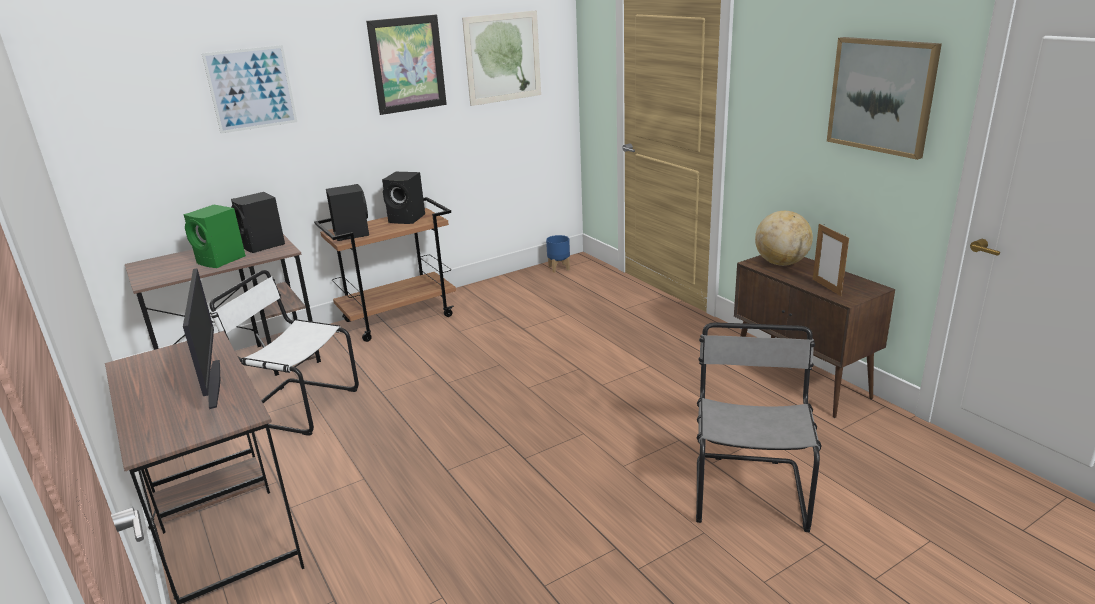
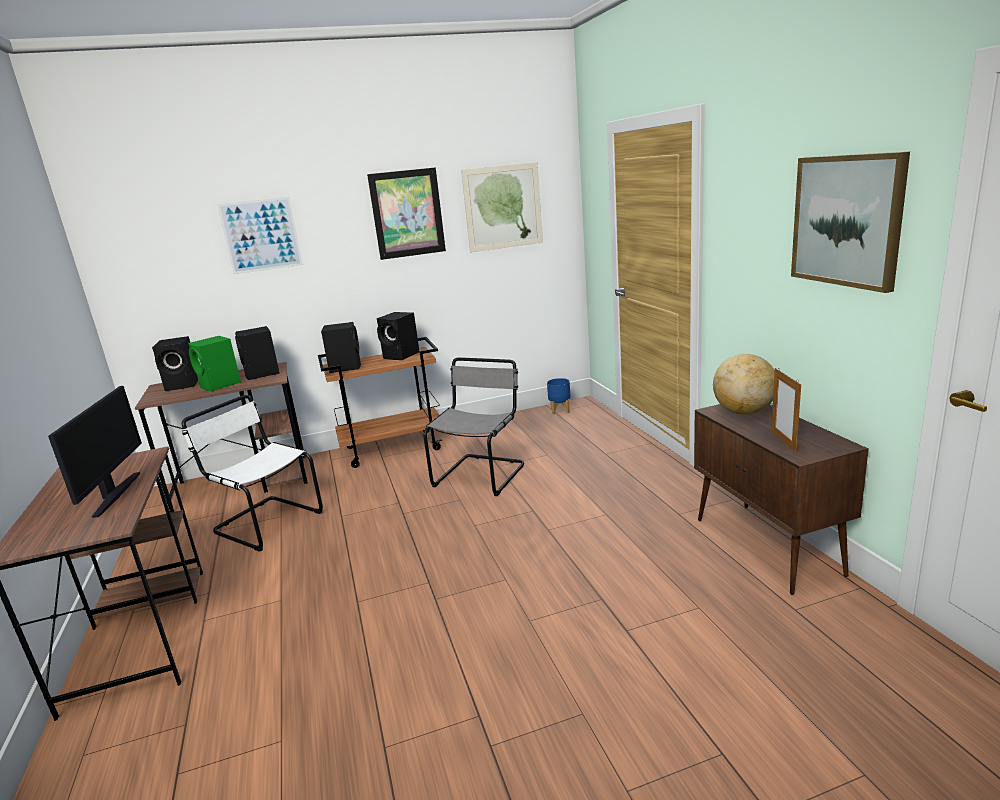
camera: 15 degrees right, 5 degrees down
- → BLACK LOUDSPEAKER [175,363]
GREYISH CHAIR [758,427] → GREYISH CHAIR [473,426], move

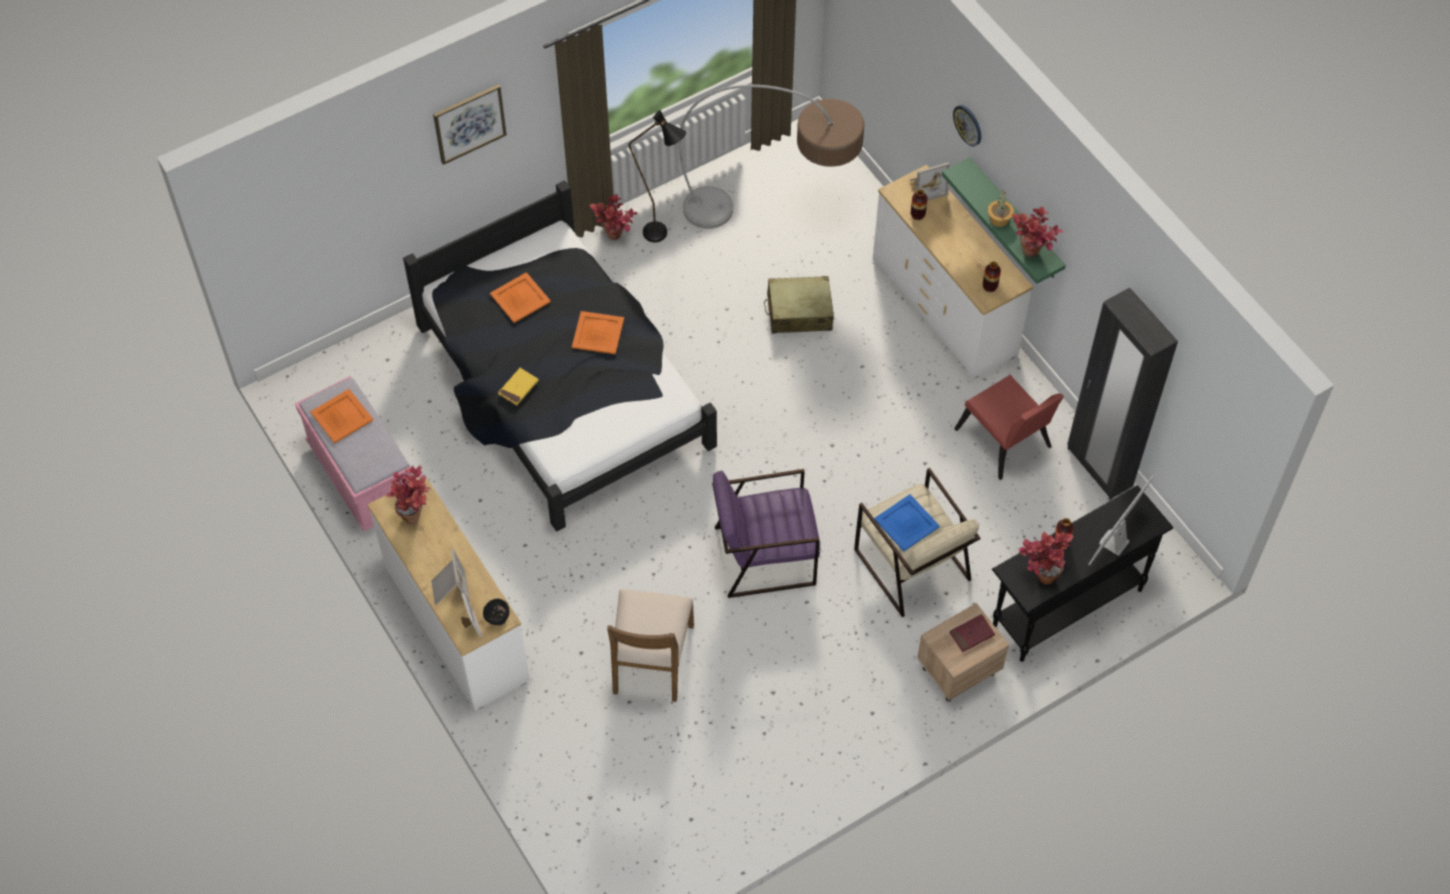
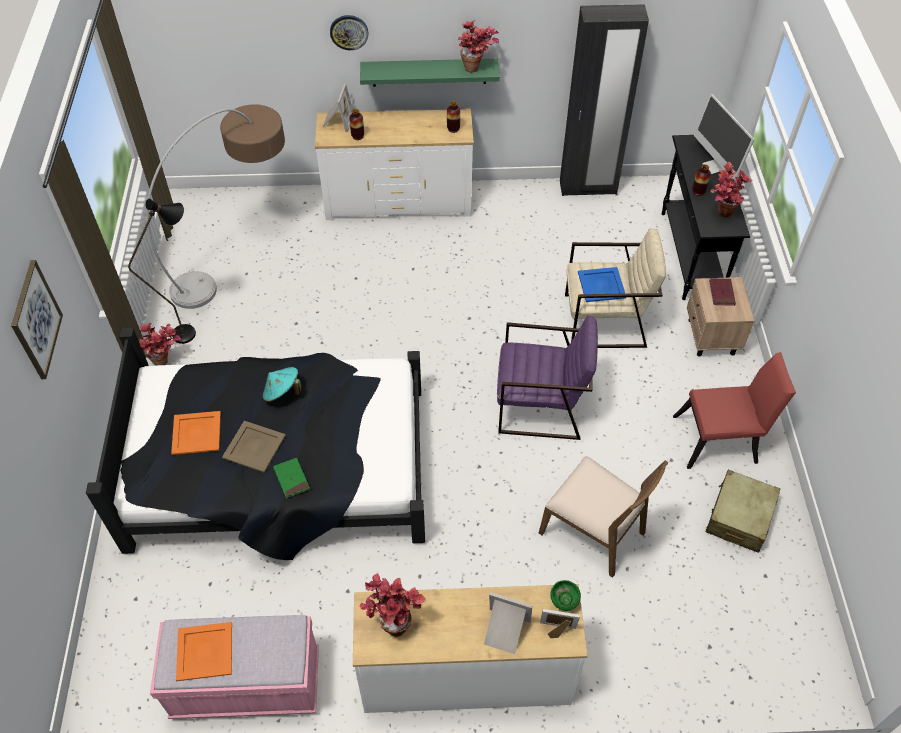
camera: 60 degrees left, 5 degrees down
HOUSEPLANT [1001,208] → -
- → SAND-COLOURED SERVING TRAY [254,447]
SAND-COLOURED SUITCASE [799,304] → SAND-COLOURED SUITCASE [743,511], move
REDDISH CHAIR [1009,427] → REDDISH CHAIR [734,410], move
ORANGE SERVING TRAY [598,332] → TURQUOISE CLOTHING HAT [282,384]
BLACK DEEP DISH [496,612] → GREEN-COLOURED DEEP DISH [565,595]
YELLOWISH VOLUME [518,386] → GREEN-COLOURED VOLUME [291,478]
PURPLE-COLOURED ARMCHAIR [766,533] → PURPLE-COLOURED ARMCHAIR [547,377], 105 degrees counterclockwise

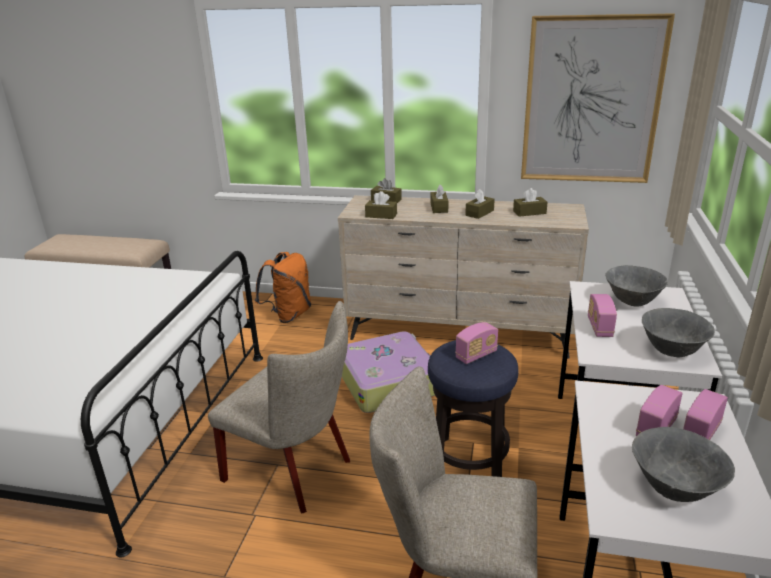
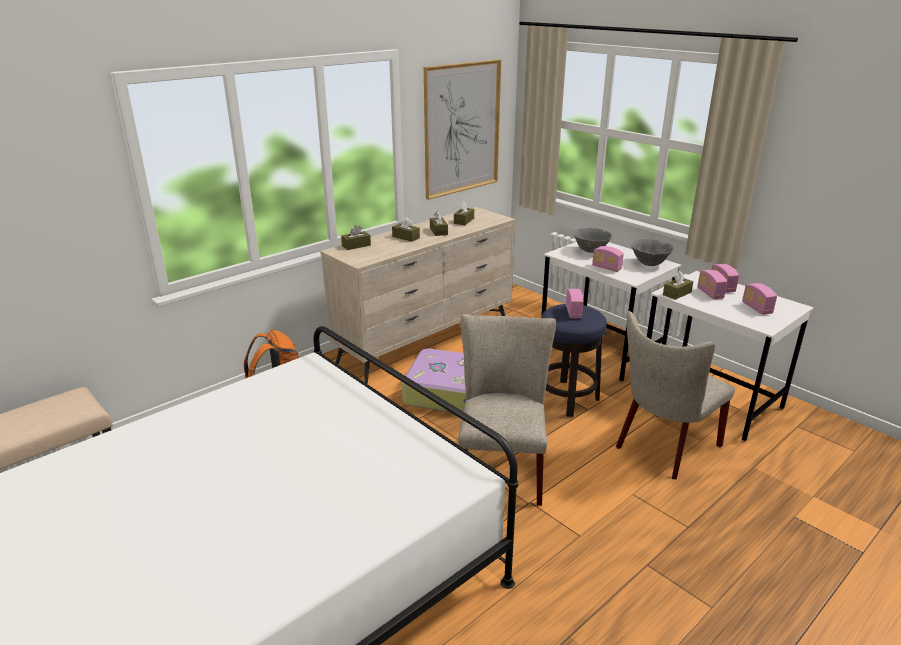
camera: 55 degrees left, 0 degrees up
BROWN-COLOURED BOX OF TISSUES [381,205] → BROWN-COLOURED BOX OF TISSUES [678,285], move
GREYISH DEEP DISH [683,464] → RADIO [759,299]
SAND-COLOURED CHAIR [279,407] → SAND-COLOURED CHAIR [507,410], 60 degrees counterclockwise

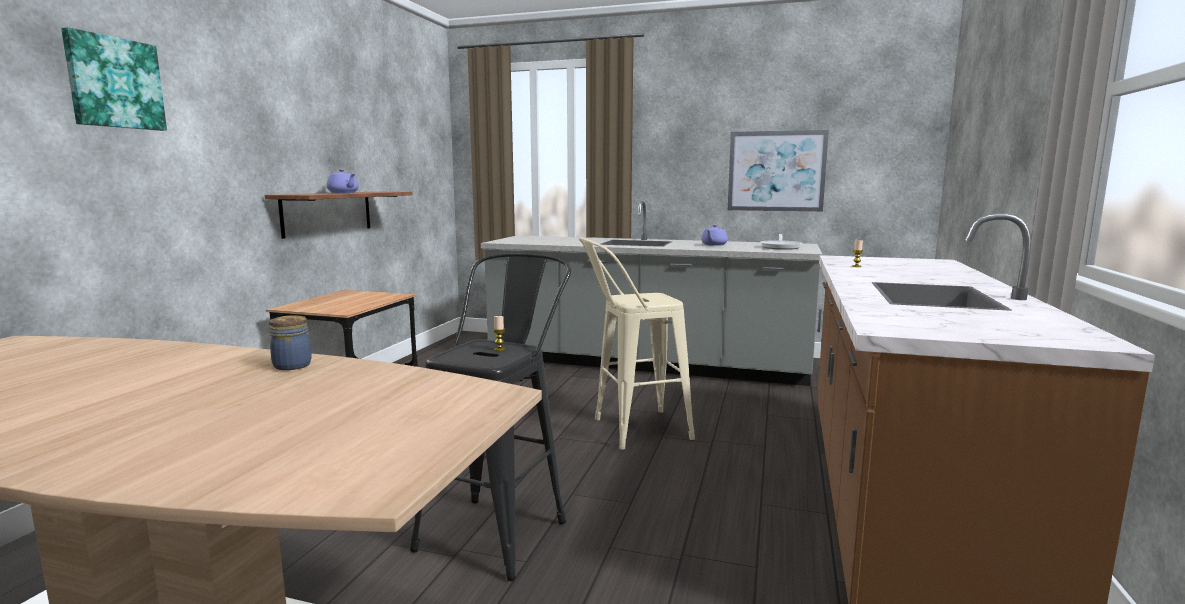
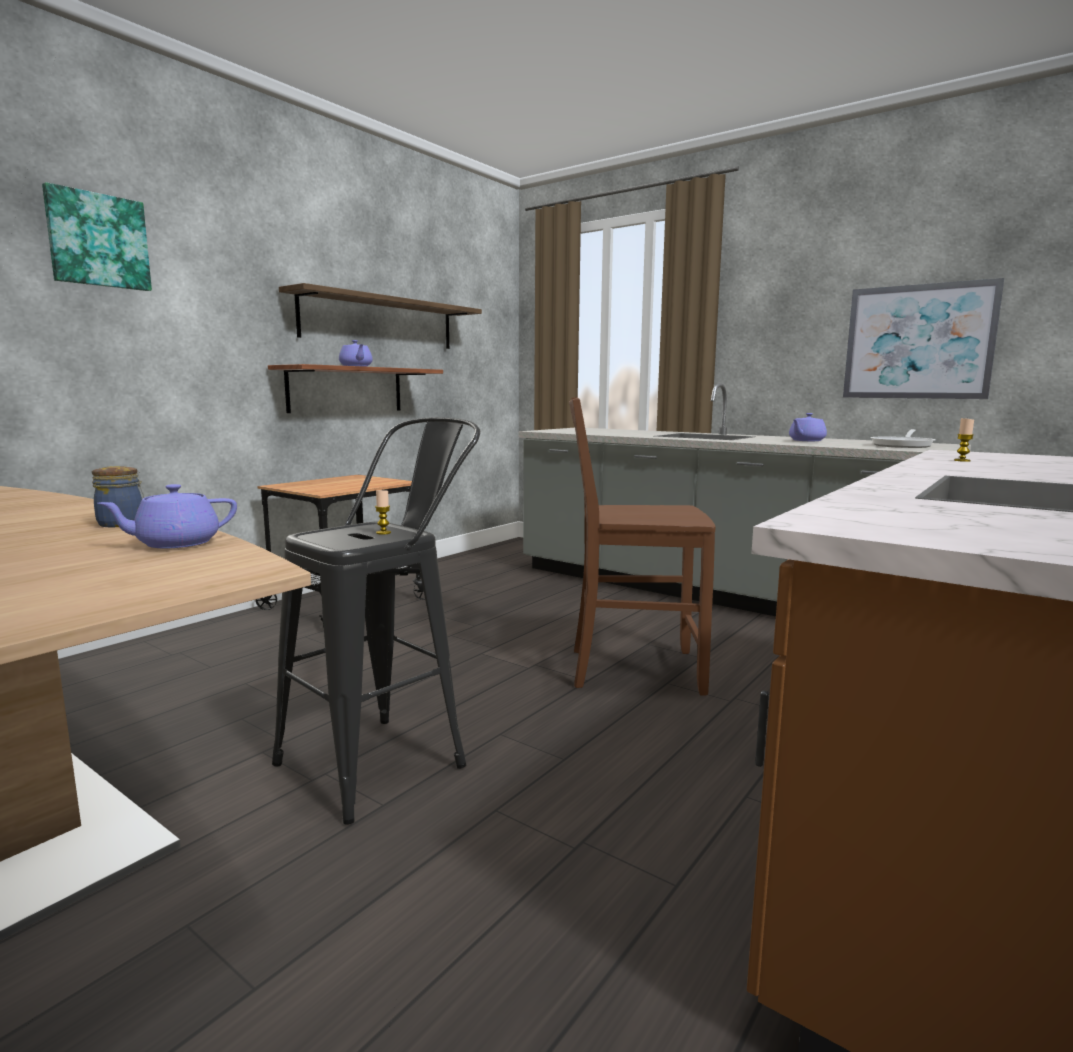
camera: 20 degrees right, 0 degrees up
- → PURPLE-COLOURED POT FOR TEA [167,516]
- → BRACKET SHELF [380,316]
SAND-COLOURED SITTING STOOL [637,343] → BROWN-COLOURED CHAIR [642,546]

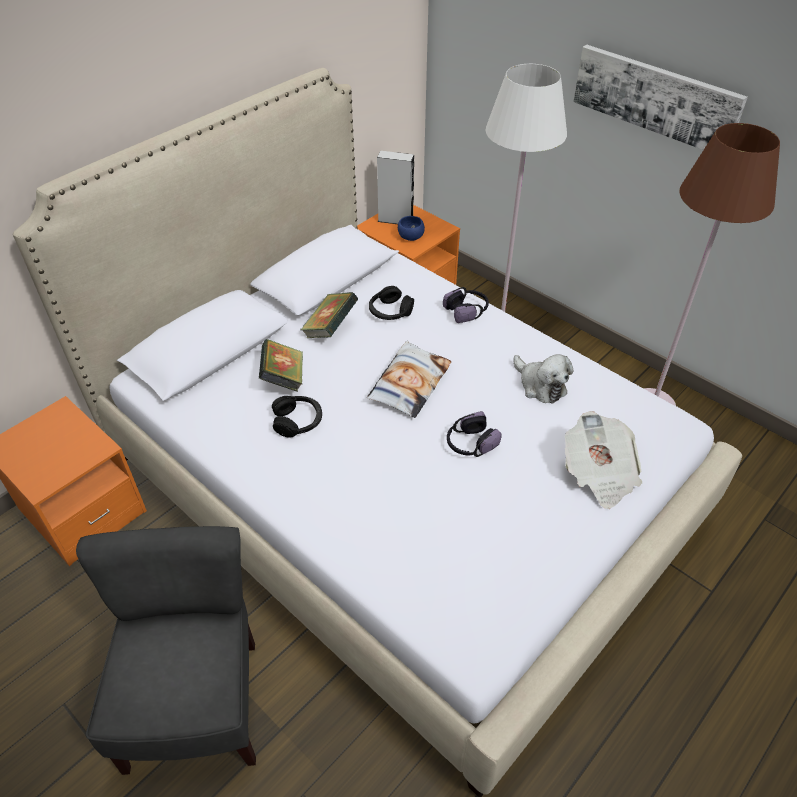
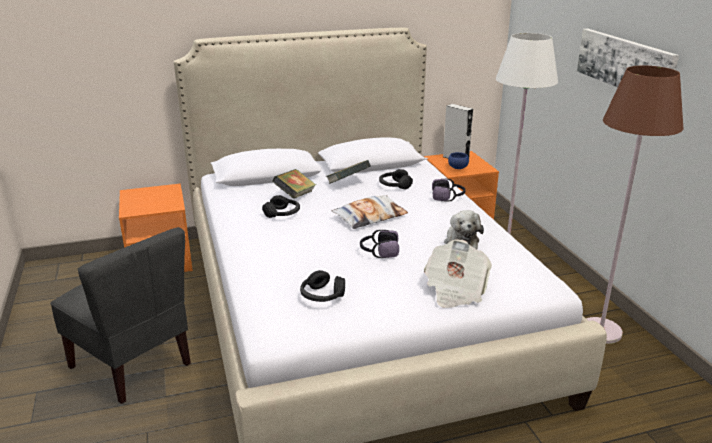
camera: 30 degrees right, 20 degrees down
- → BLACK HEADSET [322,286]
GREYISH CHAIR [166,650] → GREYISH CHAIR [120,315], 105 degrees clockwise

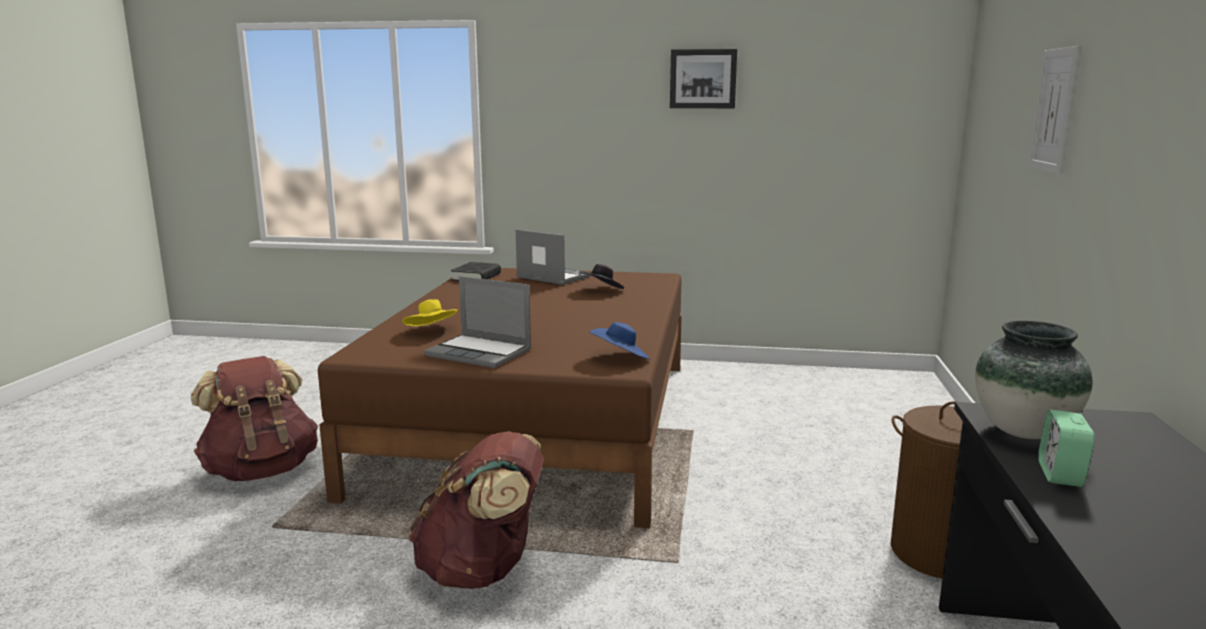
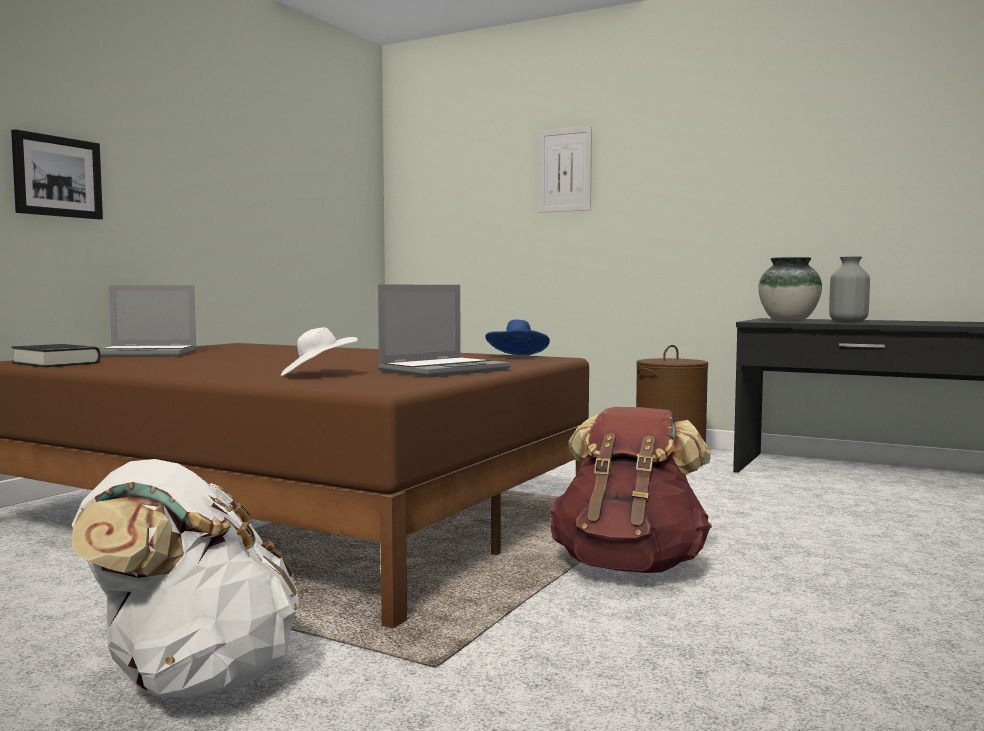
camera: 70 degrees left, 10 degrees down
BLACK CLOTHING HAT [601,276] → -
PICTURE [703,78] → PICTURE [57,174], move
TABLE CLOCK [1066,448] → GREYISH FLOWER VASE [849,289]
BROWN-COLOURED KNAPSACK [254,418] → WHITE-COLOURED KNAPSACK [185,580]
YELLOWISH CLOTHING HAT [430,312] → WHITE-COLOURED CLOTHING HAT [319,351]
PORTABLE COMPUTER [553,257] → PORTABLE COMPUTER [148,321], 150 degrees counterclockwise

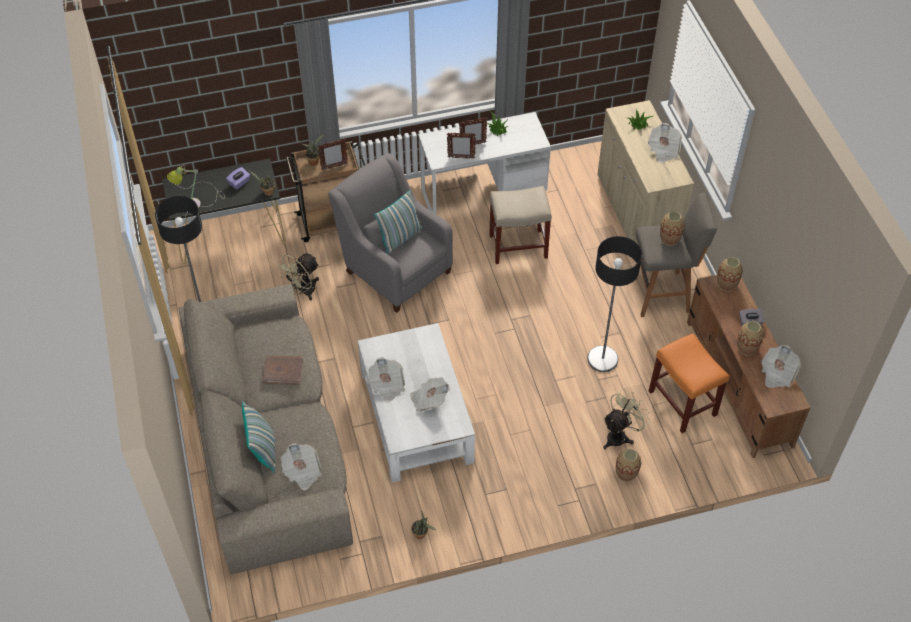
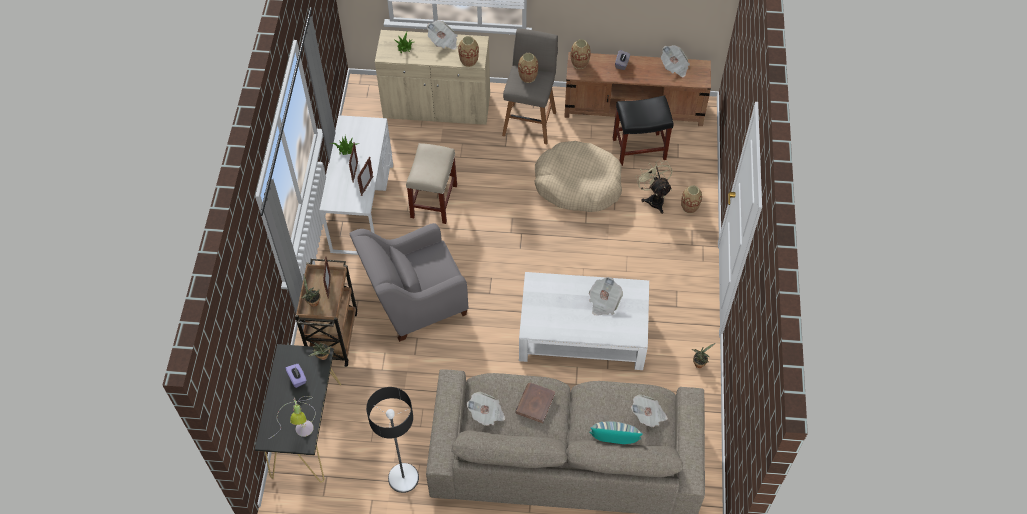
camera: 70 degrees left, 5 degrees up
SAND-COLOURED COOLING FAN [297,276] → -
THROW PILLOW [398,222] → -
DAILY PAPER [386,380] → DAILY PAPER [486,409], move
FLOWER VASE [750,338] → FLOWER VASE [468,51], move
STANDARD LAMP [614,304] → SAND-COLOURED DOG CUSHION [578,176]
ORANGE SITTING STOOL [689,383] → BLACK SITTING STOOL [643,130]

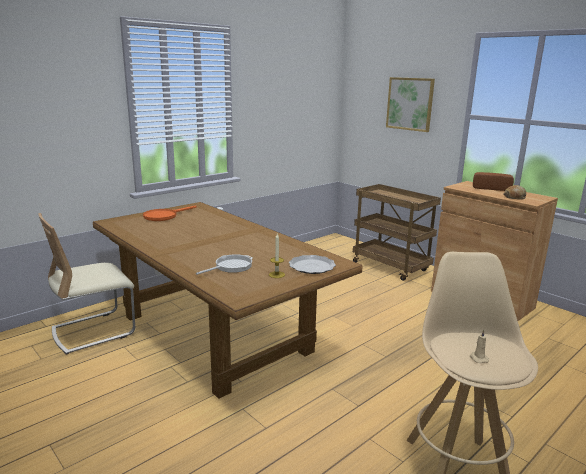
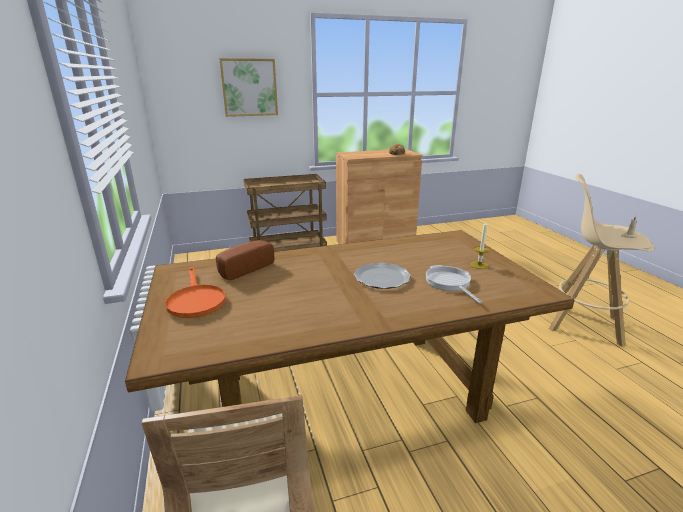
camera: 65 degrees left, 5 degrees up
PLATE [312,264] → PLATE [382,275], move
BREAD [493,181] → BREAD [245,260], move

